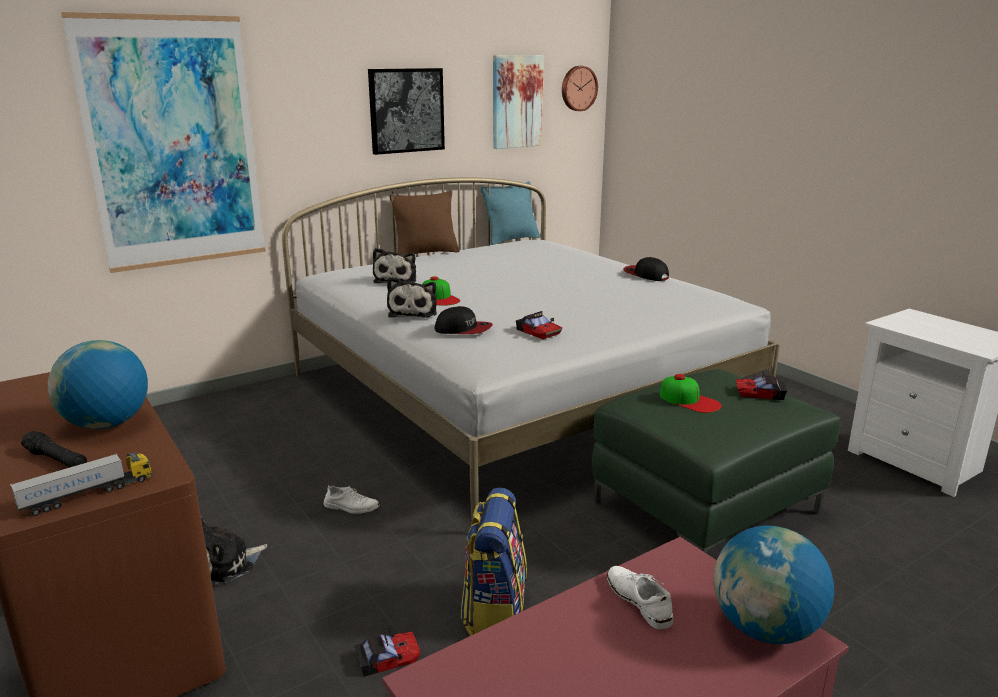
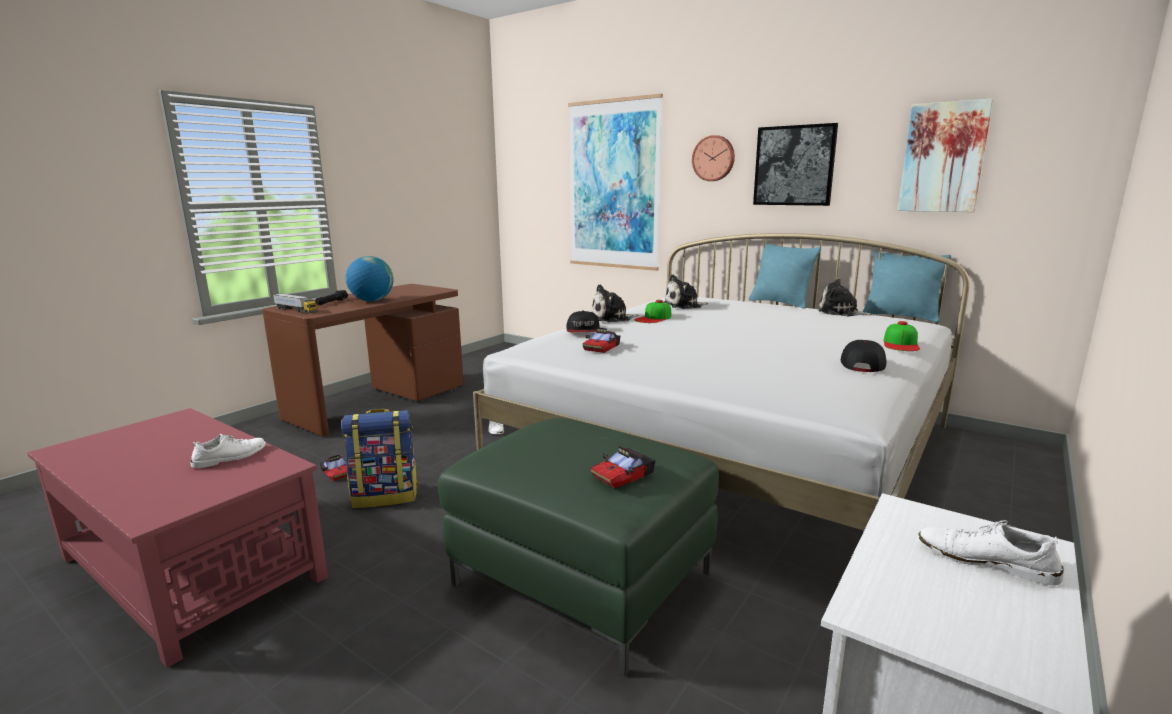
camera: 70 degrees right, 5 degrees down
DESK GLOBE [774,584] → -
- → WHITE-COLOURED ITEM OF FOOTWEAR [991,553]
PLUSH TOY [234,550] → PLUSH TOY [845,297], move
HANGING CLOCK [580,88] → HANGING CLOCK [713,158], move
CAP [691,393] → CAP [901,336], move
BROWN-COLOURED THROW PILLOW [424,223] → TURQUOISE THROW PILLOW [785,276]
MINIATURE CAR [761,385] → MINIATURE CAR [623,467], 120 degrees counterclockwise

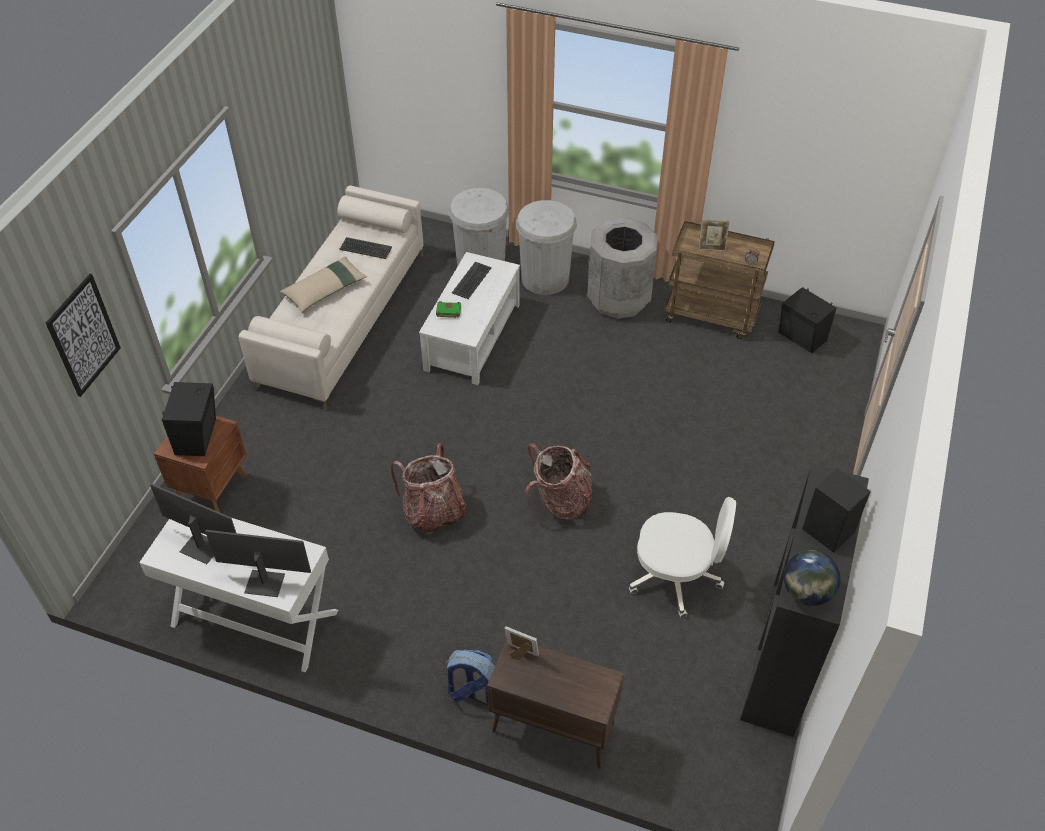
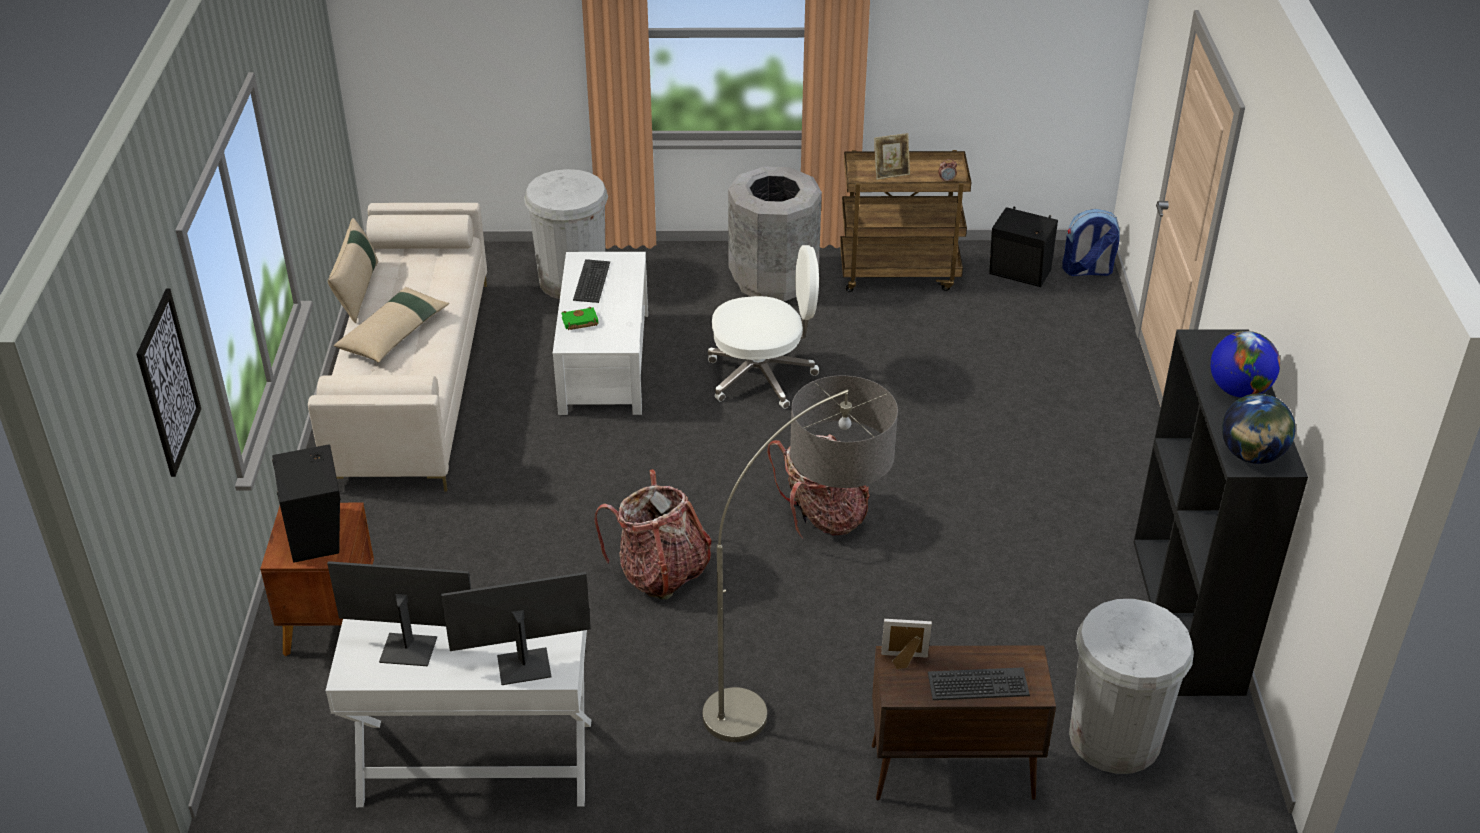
camera: 20 degrees left, 10 degrees down
- → SAND-COLOURED THROW PILLOW [353,270]
- → STANDARD LAMP [800,558]
PC KEYBOARD [365,248] → PC KEYBOARD [979,683], move
KNAPSACK [470,677] → KNAPSACK [1091,242], move
WHITE-COLOURED TRASH CAN [546,247] → WHITE-COLOURED TRASH CAN [1131,686], move
WHITE-COLOURED DESK CHAIR [682,557] → WHITE-COLOURED DESK CHAIR [763,327], move
BLACK LOUDSPEAKER [836,510] → DESK GLOBE [1245,364]

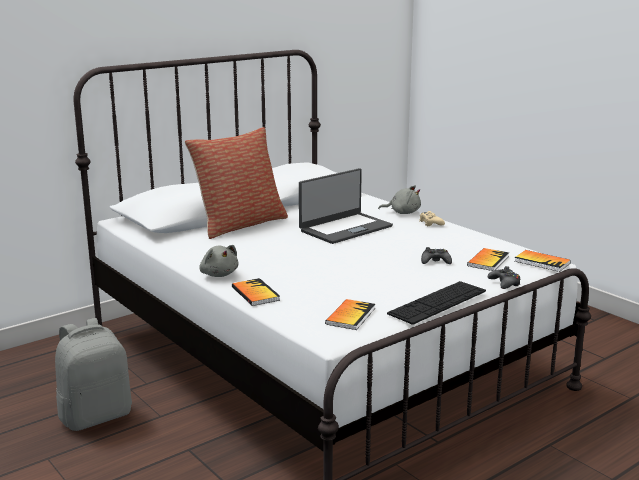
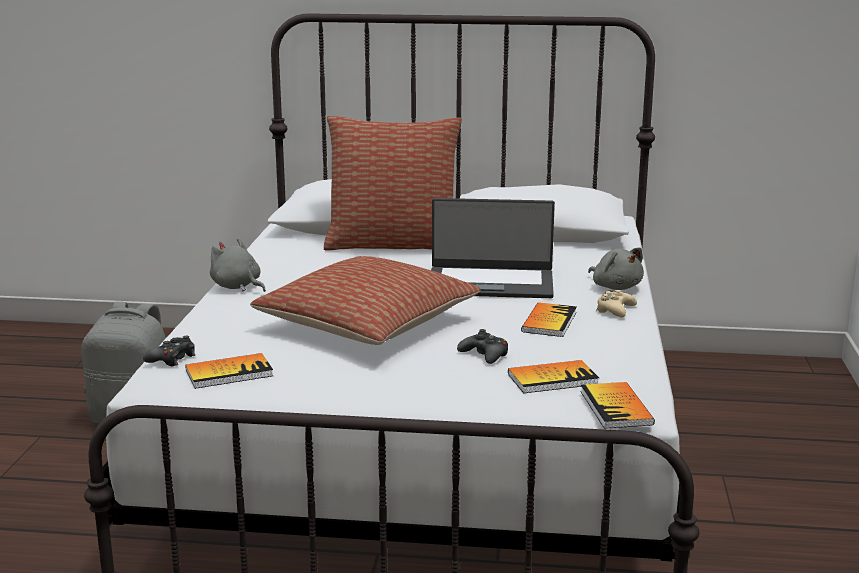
camera: 45 degrees right, 0 degrees up
PC KEYBOARD [436,303] → -
- → THROW PILLOW [365,300]
VOLUME [256,292] → VOLUME [549,319], move
BLACK GAME CONTROLLER [504,277] → BLACK GAME CONTROLLER [169,351], move
GREYISH PLUSH TOY [219,261] → GREYISH PLUSH TOY [238,265], 120 degrees clockwise

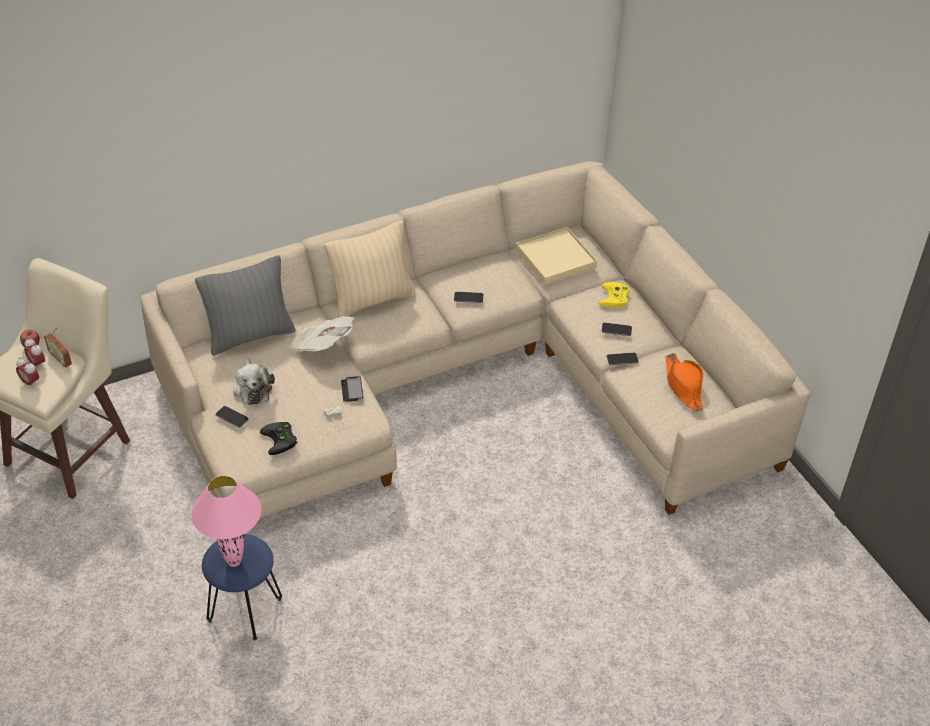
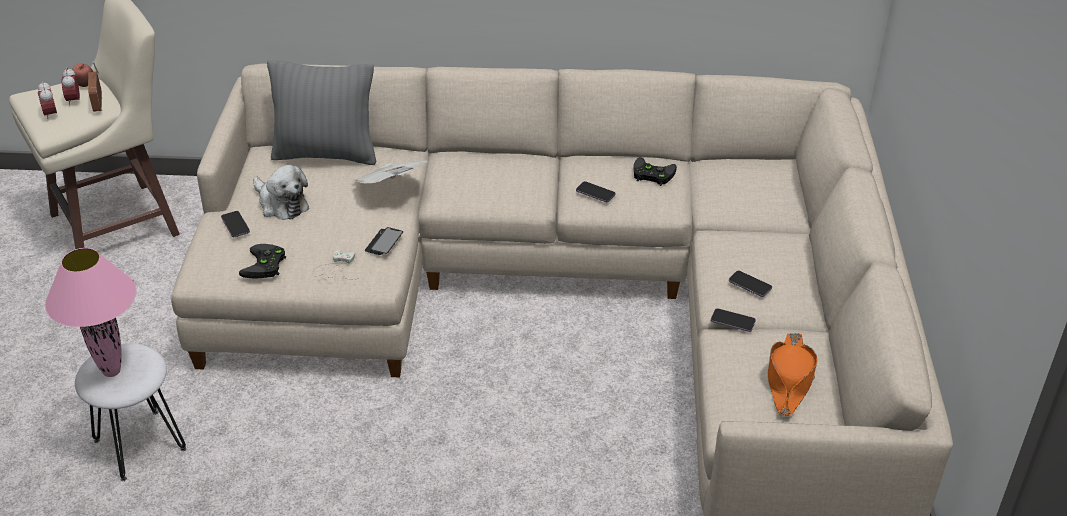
camera: 30 degrees right, 5 degrees down
SAND-COLOURED THROW PILLOW [370,268] → -
SAND-COLOURED SERVING TRAY [556,256] → -
YELLOWISH GAME CONTROLLER [614,294] → -
- → BLACK GAME CONTROLLER [655,171]
BLUISH SITTING STOOL [242,587] → WHITE-COLOURED SITTING STOOL [130,412]
PLUSH TOY [254,381] → PLUSH TOY [281,192], 60 degrees counterclockwise

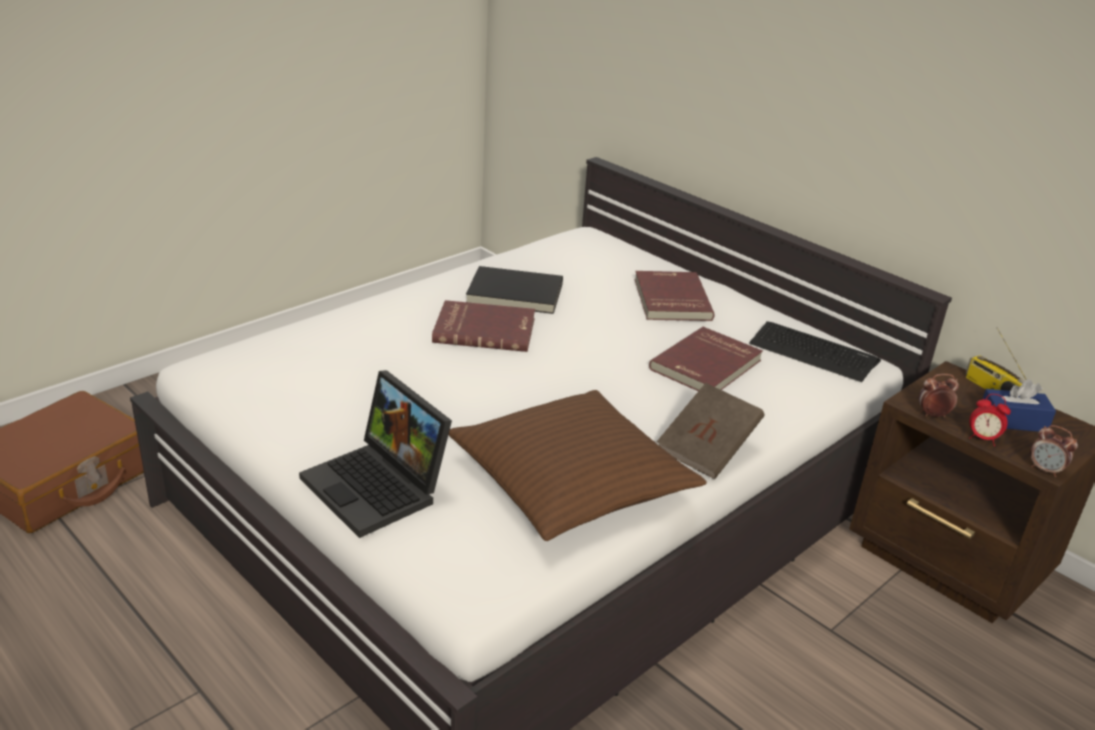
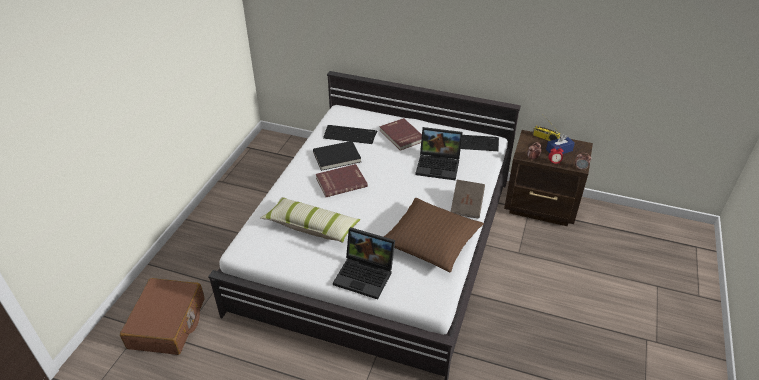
camera: 25 degrees left, 10 degrees up
- → THROW PILLOW [310,220]
- → PC KEYBOARD [350,134]
REDDISH VOLUME [706,359] → PORTABLE COMPUTER [439,153]

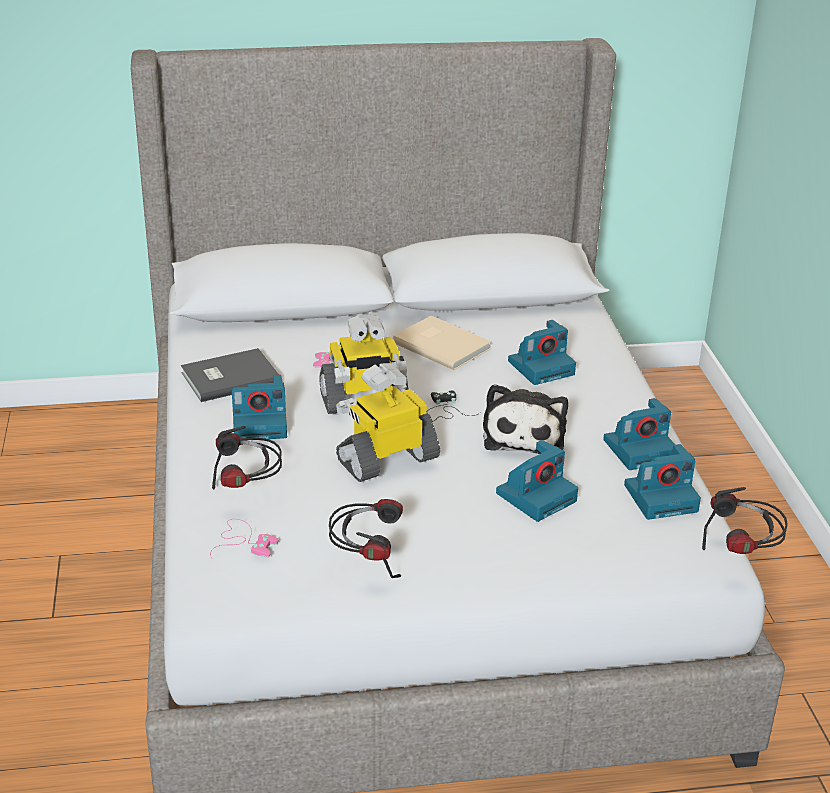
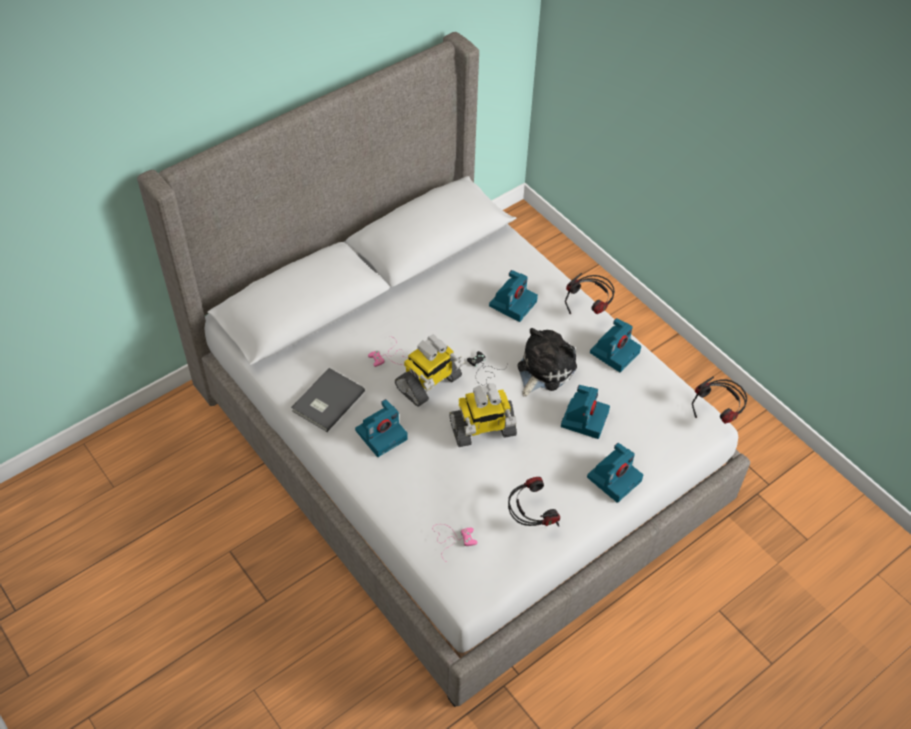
camera: 30 degrees left, 20 degrees up
SAND-COLOURED VOLUME [442,343] → -
HEADSET [247,457] → HEADSET [590,293], move
STILL CAMERA [662,482] → STILL CAMERA [615,473], move
ROBOT FIGURE [388,422] → ROBOT FIGURE [483,415], 135 degrees counterclockwise
PLUSH TOY [525,419] → PLUSH TOY [547,362], 120 degrees counterclockwise

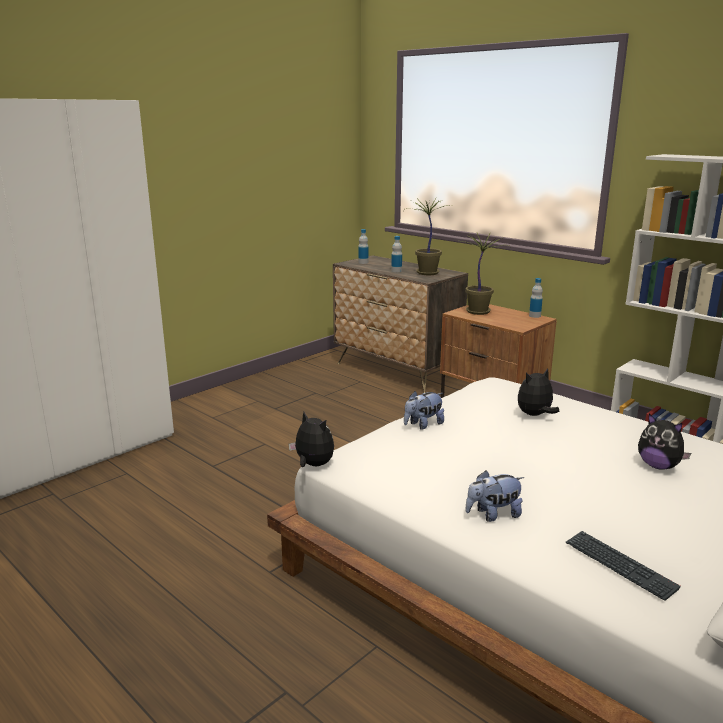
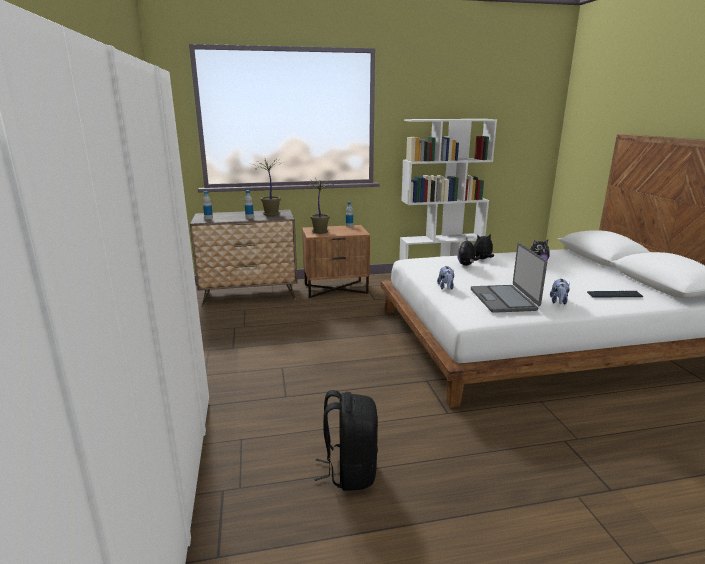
camera: 55 degrees left, 0 degrees up
- → BLACK KNAPSACK [346,440]
- → PORTABLE COMPUTER [509,278]
PLUSH TOY [311,439] → PLUSH TOY [484,246], move

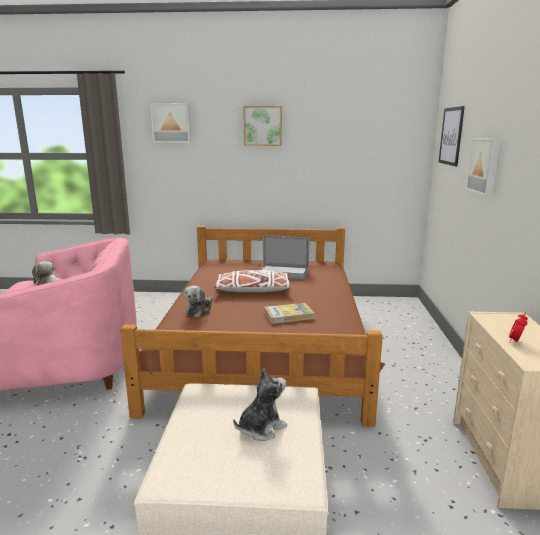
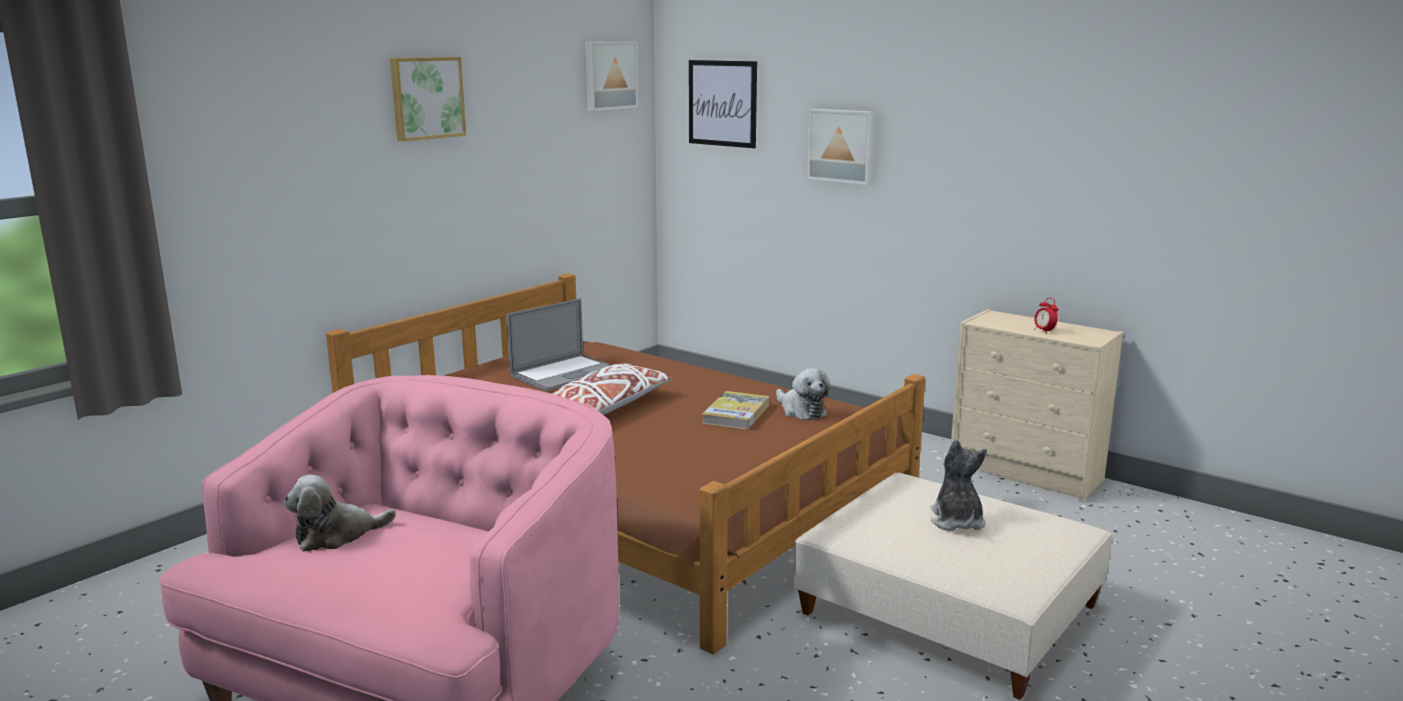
camera: 55 degrees left, 0 degrees up
PICTURE [170,123] → PICTURE [611,76], move
PLUSH TOY [198,301] → PLUSH TOY [803,394], move

